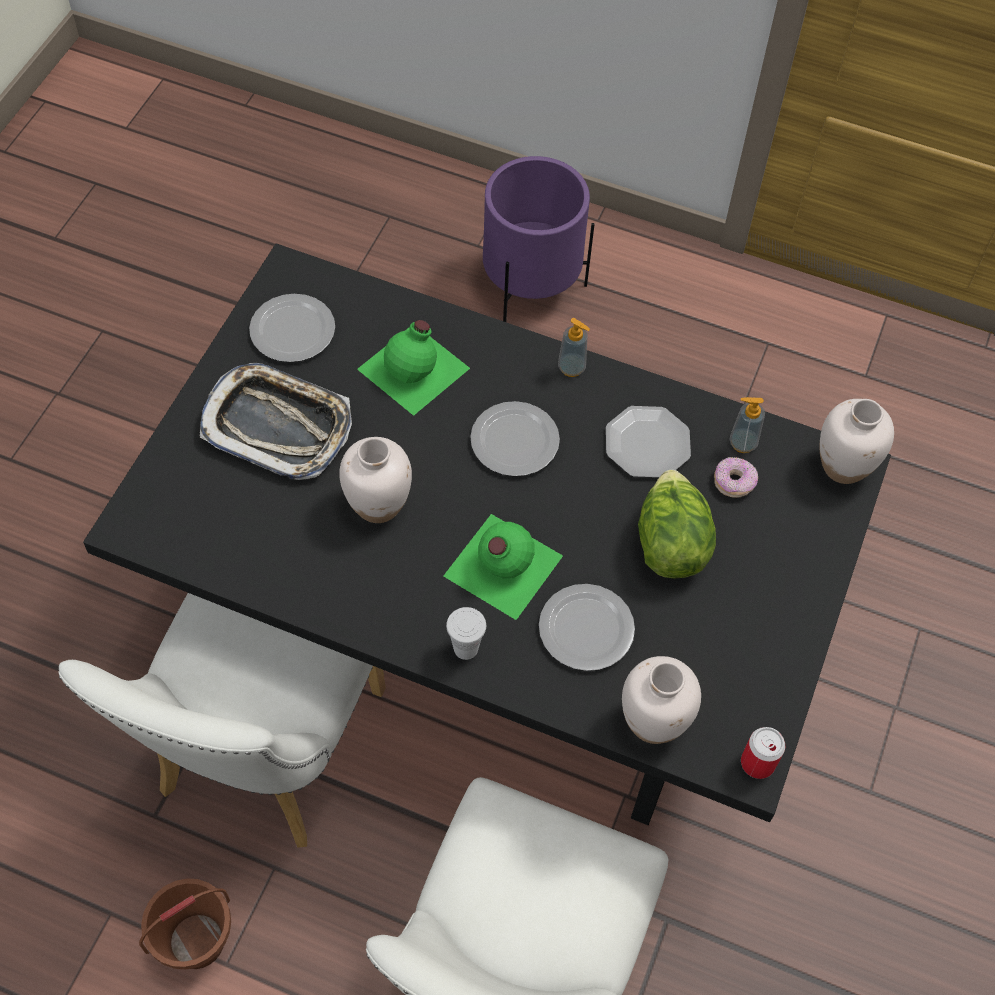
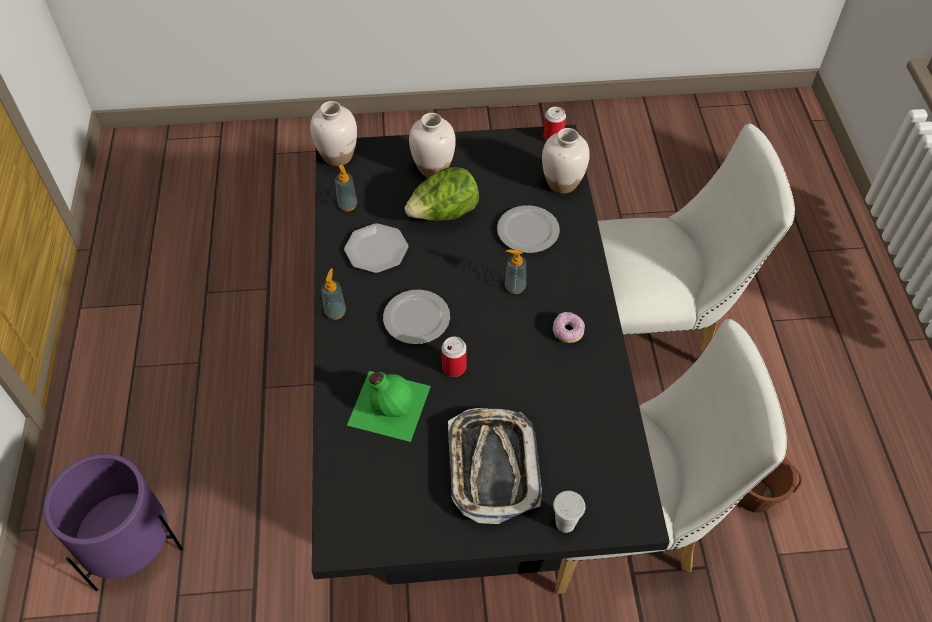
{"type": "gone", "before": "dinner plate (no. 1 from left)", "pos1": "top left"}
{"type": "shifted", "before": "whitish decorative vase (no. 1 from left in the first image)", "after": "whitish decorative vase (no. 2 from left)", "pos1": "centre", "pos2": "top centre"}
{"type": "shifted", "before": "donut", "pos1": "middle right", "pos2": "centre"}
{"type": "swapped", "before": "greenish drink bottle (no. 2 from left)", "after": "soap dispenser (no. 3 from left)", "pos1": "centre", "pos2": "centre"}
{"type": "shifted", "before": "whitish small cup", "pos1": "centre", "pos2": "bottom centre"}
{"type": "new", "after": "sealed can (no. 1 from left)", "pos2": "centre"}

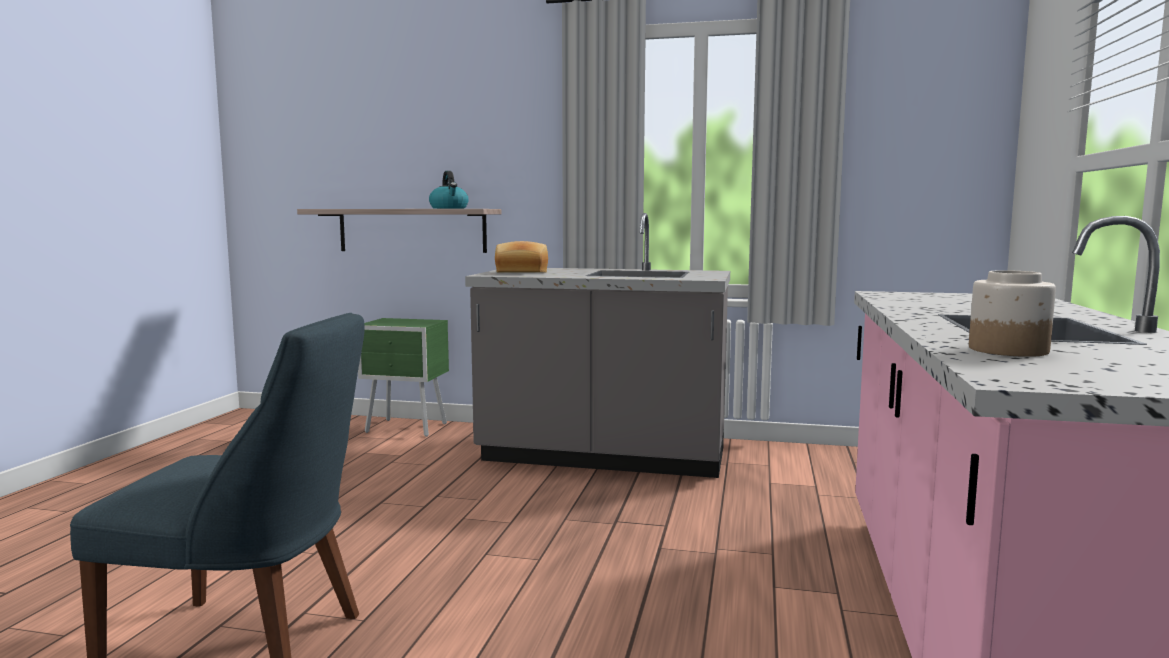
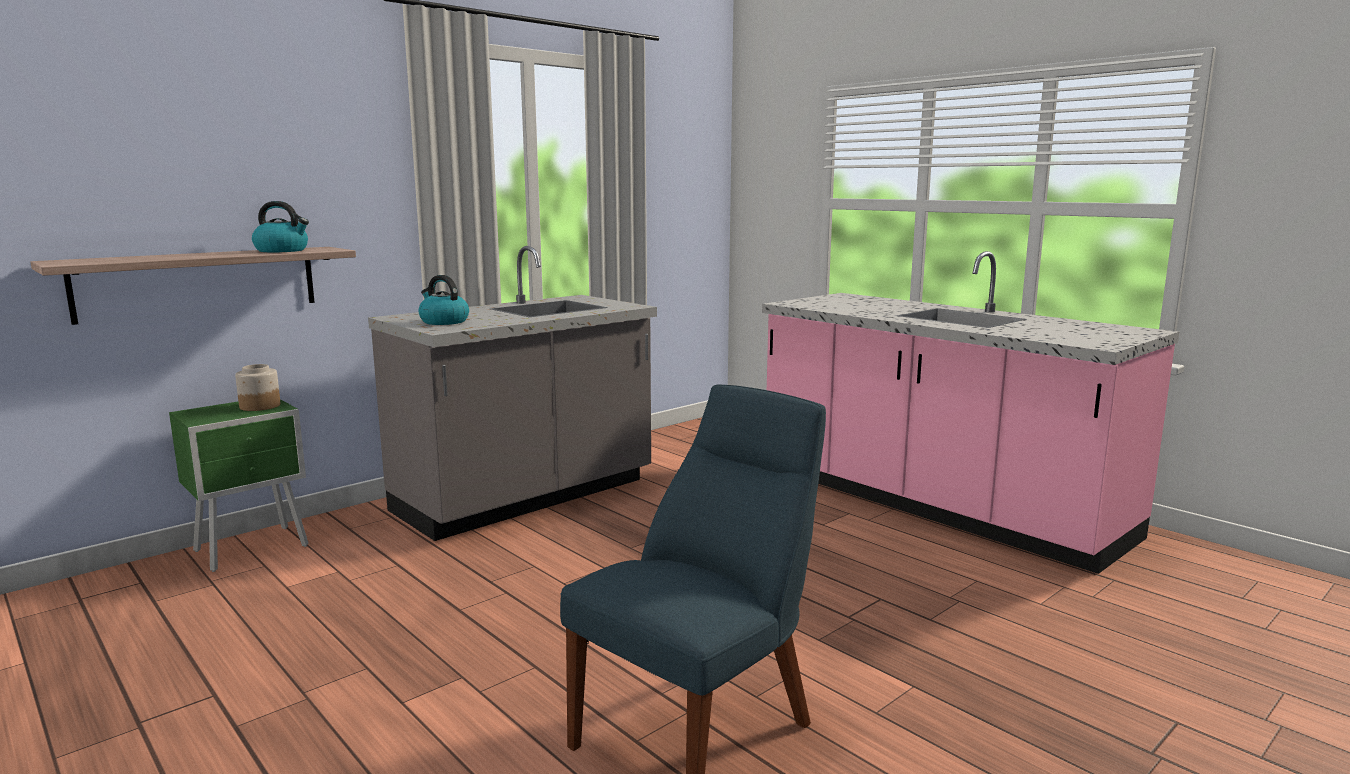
{"type": "swapped", "before": "bakery bread", "after": "tea kettle (no. 2 from left)", "pos1": "centre", "pos2": "middle left"}
{"type": "shifted", "before": "jar", "pos1": "middle right", "pos2": "middle left"}

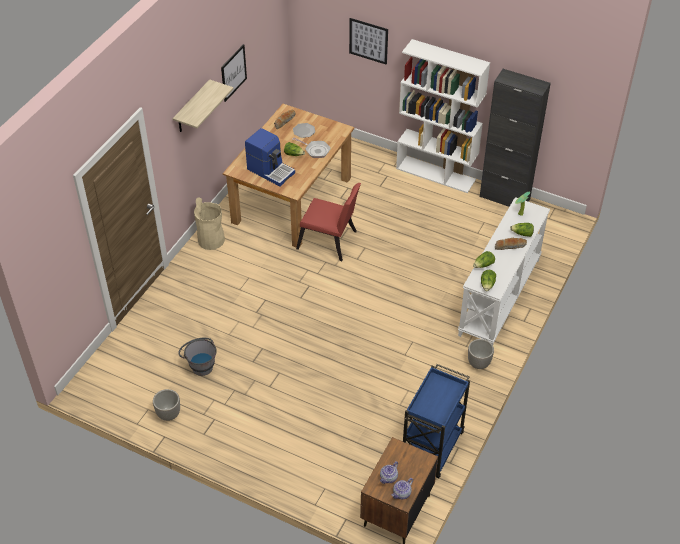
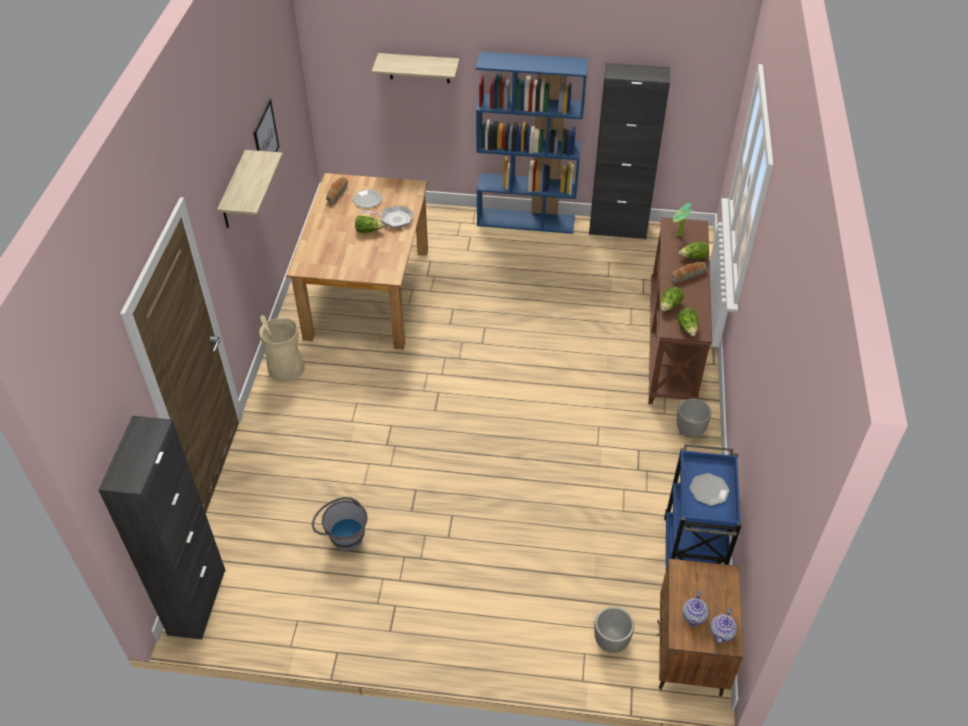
{"type": "swapped", "before": "wall picture (no. 2 from left)", "after": "wall shelf (no. 2 from left)", "pos1": "top centre", "pos2": "top centre"}
{"type": "repainted", "before": "whitish shelving unit", "after": "blue shelving unit", "pos1": "top centre", "pos2": "top centre"}
{"type": "gone", "before": "coffee brewer", "pos1": "top centre"}
{"type": "gone", "before": "reddish upright chair", "pos1": "centre"}
{"type": "repainted", "before": "whitish hall table", "after": "brownish hall table", "pos1": "middle right", "pos2": "middle right"}
{"type": "shifted", "before": "plant pot (no. 1 from left)", "pos1": "bottom left", "pos2": "bottom centre"}
{"type": "new", "after": "black-coloured cabinet (no. 1 from left)", "pos2": "bottom left"}
{"type": "new", "after": "dinner plate (no. 2 from left)", "pos2": "bottom right"}

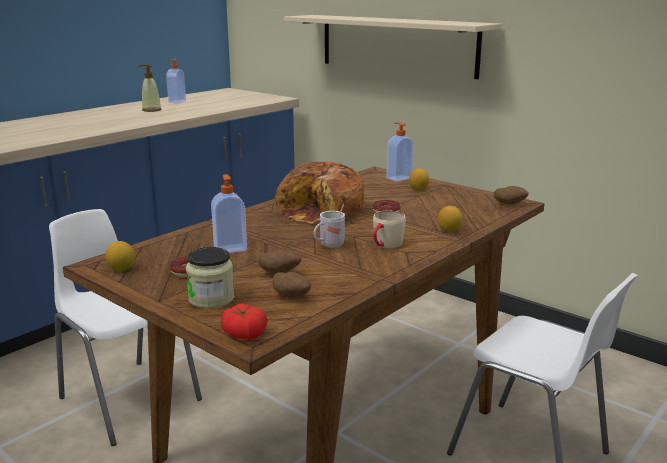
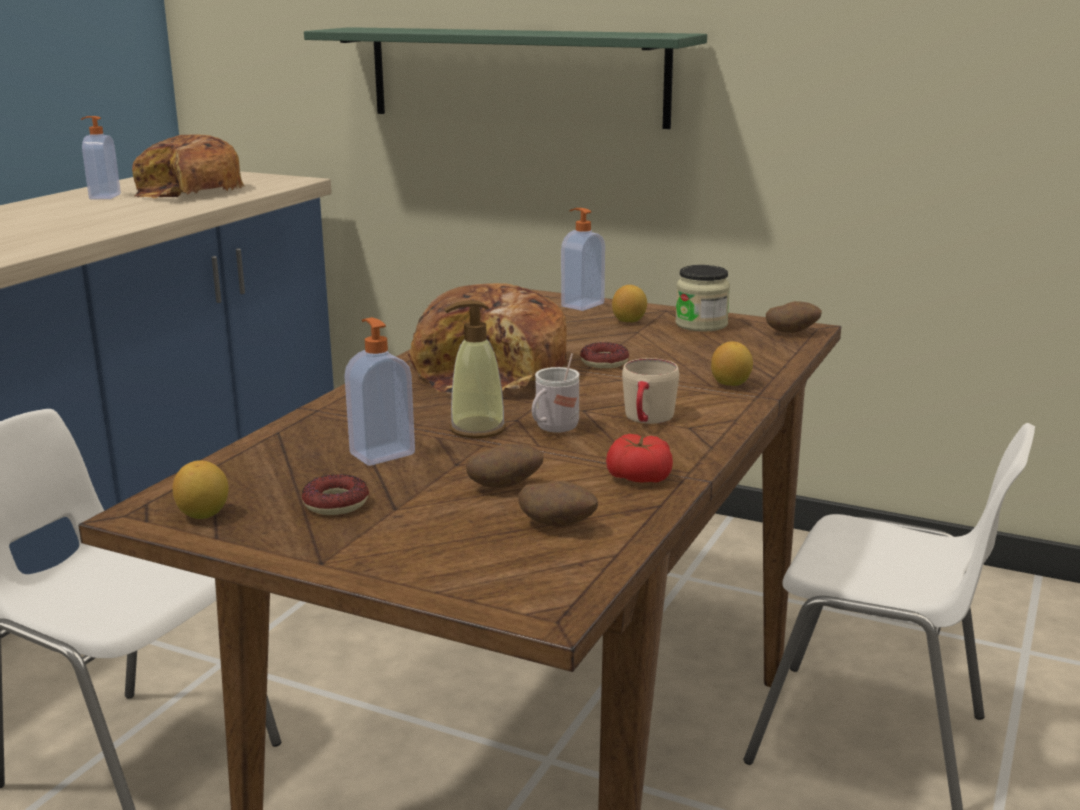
{"type": "repainted", "before": "beige-coloured wall shelf", "after": "greenish wall shelf", "pos1": "top centre", "pos2": "top centre"}
{"type": "shifted", "before": "soap dispenser (no. 1 from left in the first image)", "after": "soap dispenser (no. 3 from left)", "pos1": "top left", "pos2": "centre"}
{"type": "shifted", "before": "jar", "pos1": "middle left", "pos2": "centre"}
{"type": "shifted", "before": "tomato", "pos1": "bottom centre", "pos2": "centre"}
{"type": "new", "after": "bakery bread (no. 1 from left)", "pos2": "top left"}

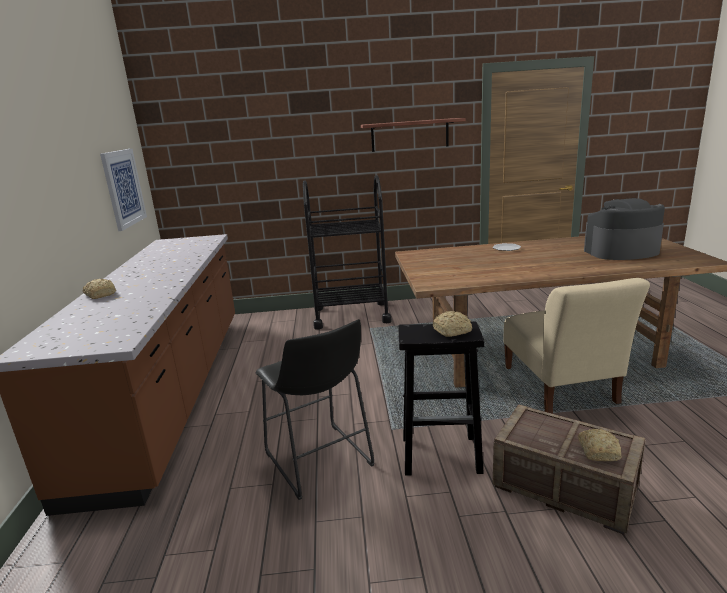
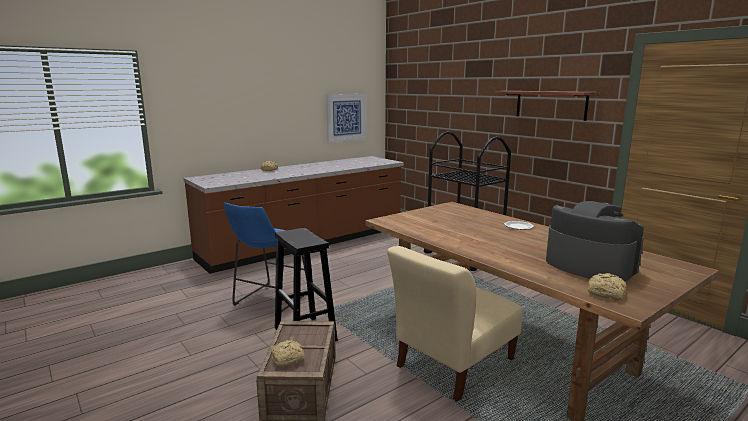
{"type": "shifted", "before": "bakery bread (no. 2 from left in the first image)", "after": "bakery bread (no. 3 from left)", "pos1": "centre", "pos2": "bottom right"}
{"type": "repainted", "before": "black-coloured sitting stool (no. 1 from left)", "after": "blue sitting stool", "pos1": "bottom centre", "pos2": "centre"}

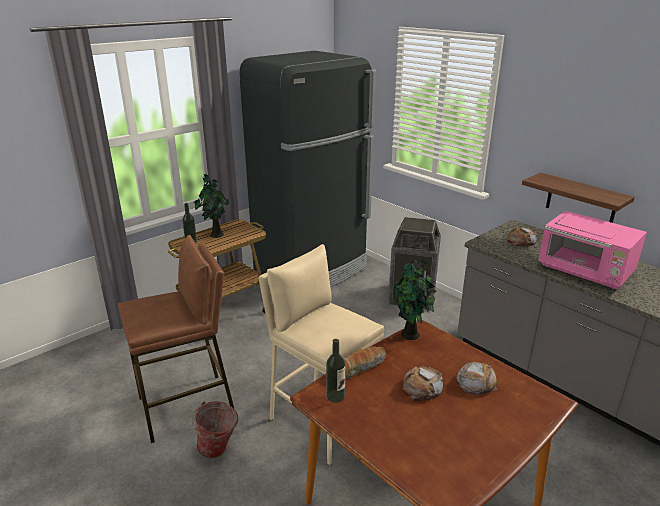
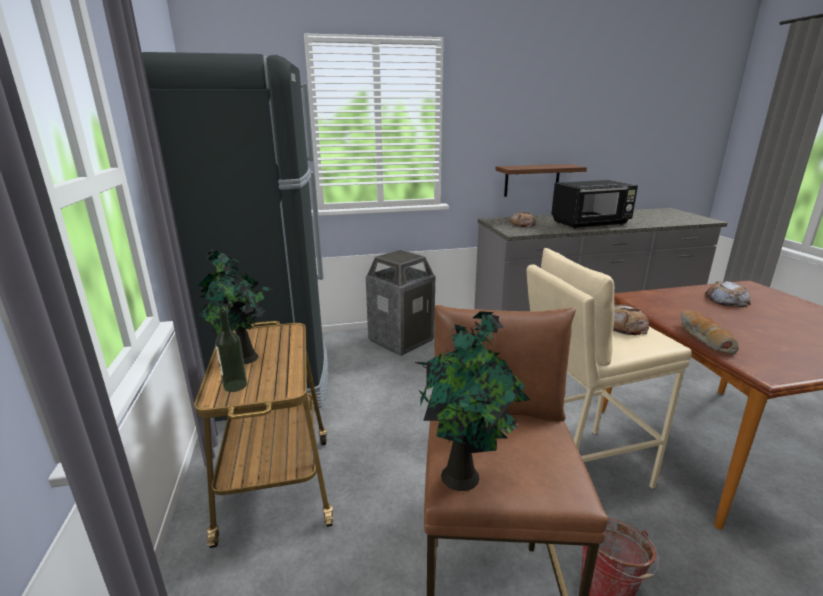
{"type": "repainted", "before": "pink microwave oven", "after": "black-coloured microwave oven", "pos1": "middle right", "pos2": "middle right"}
{"type": "shifted", "before": "houseplant (no. 2 from left)", "pos1": "centre", "pos2": "bottom centre"}
{"type": "gone", "before": "drink bottle (no. 2 from left)", "pos1": "bottom centre"}
{"type": "shifted", "before": "bakery bread (no. 2 from left)", "pos1": "bottom centre", "pos2": "middle right"}

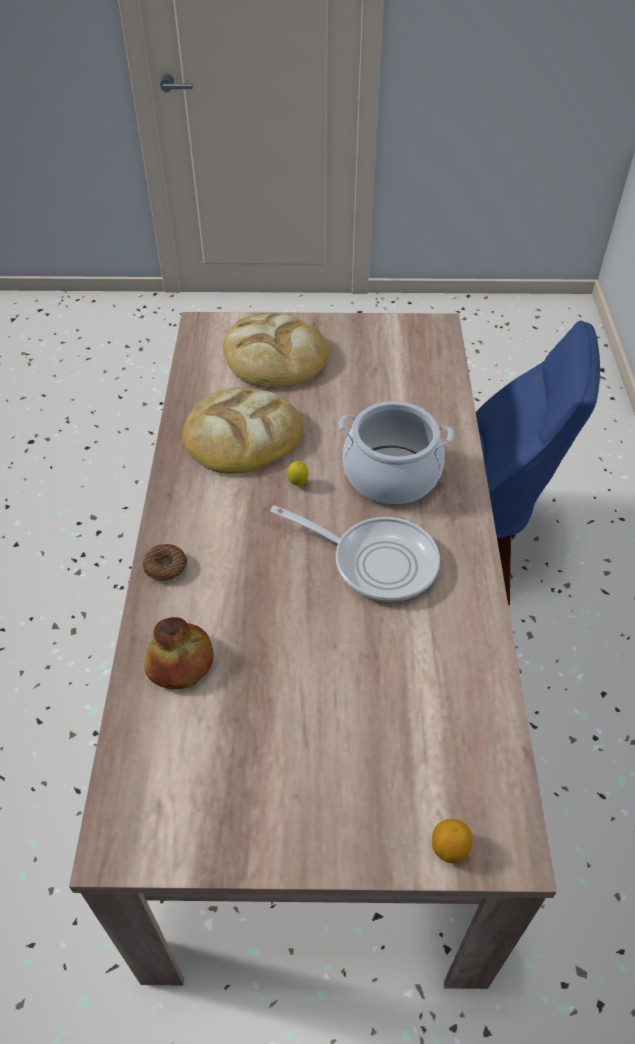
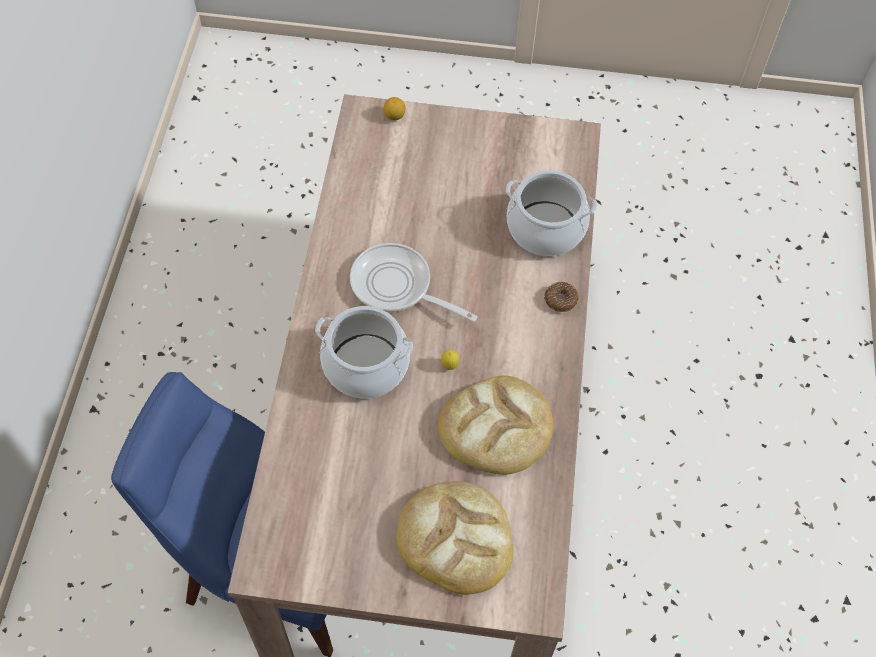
{"type": "swapped", "before": "bakery bread (no. 1 from left)", "after": "cooking pot (no. 2 from left)", "pos1": "middle left", "pos2": "top centre"}

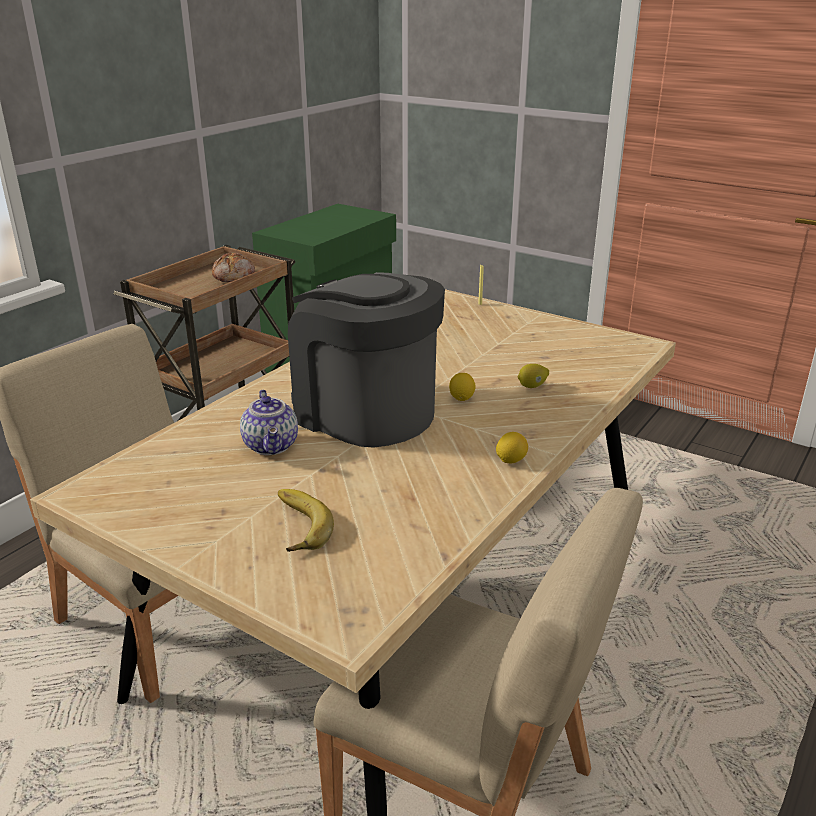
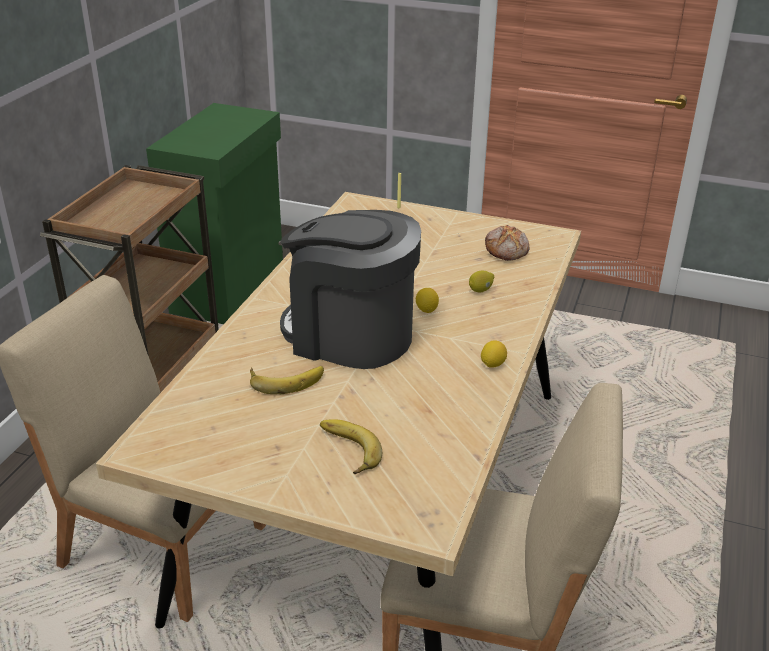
{"type": "shifted", "before": "bakery bread", "pos1": "top left", "pos2": "centre"}
{"type": "swapped", "before": "pot for tea", "after": "whole banana (no. 1 from left)", "pos1": "middle left", "pos2": "centre"}

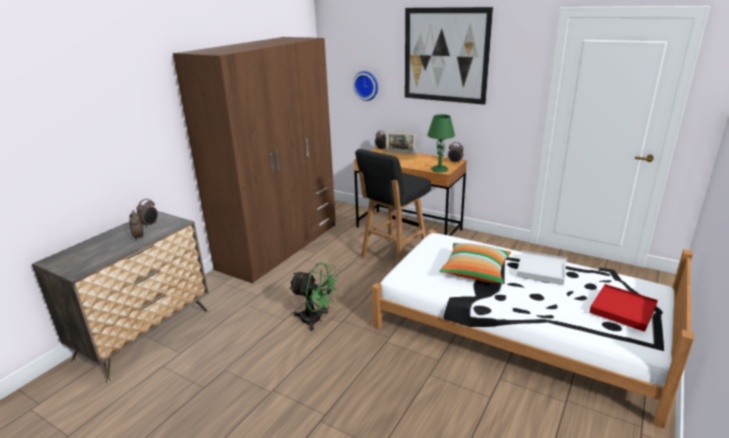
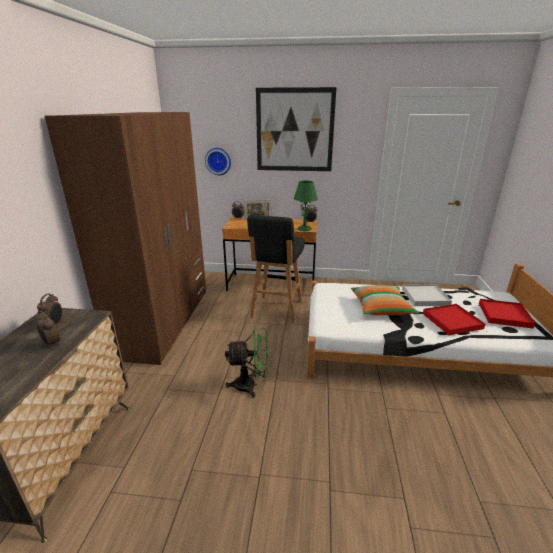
{"type": "new", "after": "reddish carrying tray (no. 1 from left)", "pos2": "middle right"}

